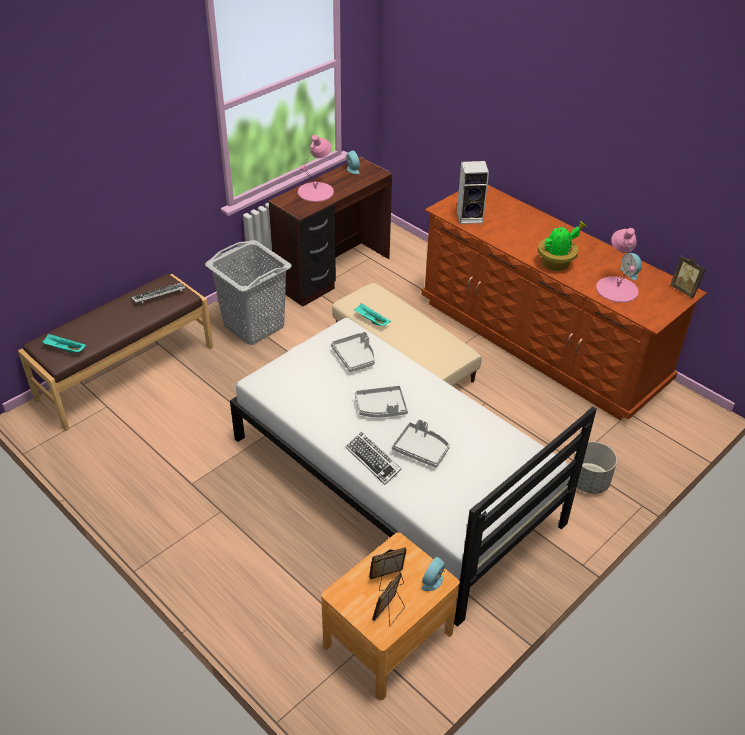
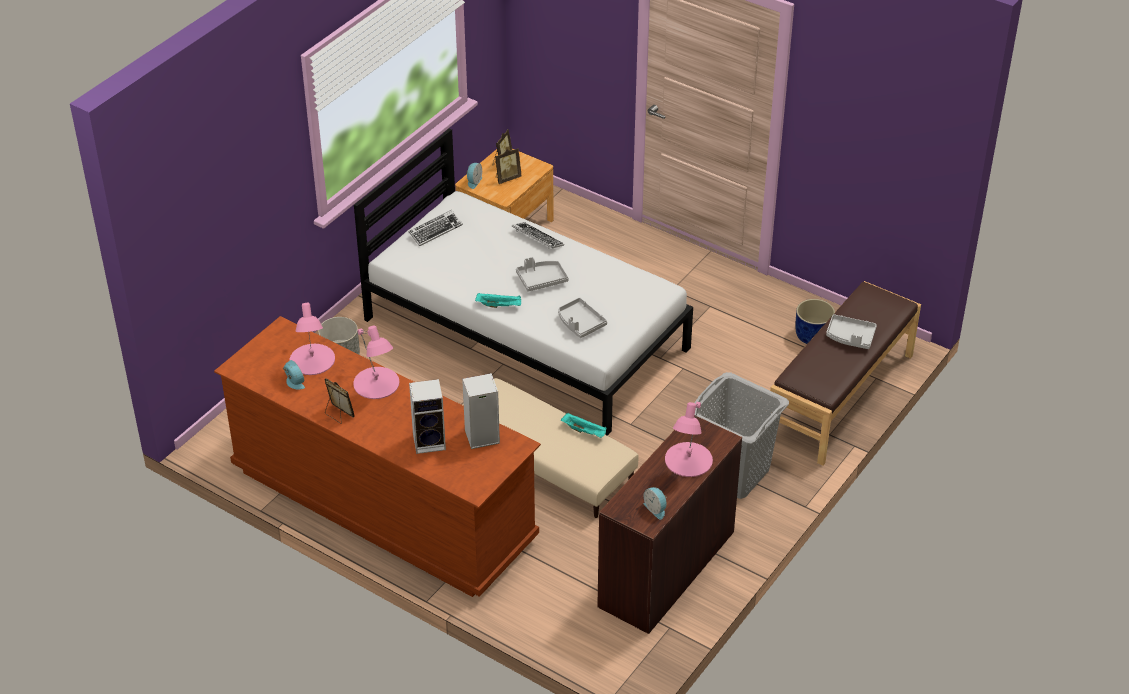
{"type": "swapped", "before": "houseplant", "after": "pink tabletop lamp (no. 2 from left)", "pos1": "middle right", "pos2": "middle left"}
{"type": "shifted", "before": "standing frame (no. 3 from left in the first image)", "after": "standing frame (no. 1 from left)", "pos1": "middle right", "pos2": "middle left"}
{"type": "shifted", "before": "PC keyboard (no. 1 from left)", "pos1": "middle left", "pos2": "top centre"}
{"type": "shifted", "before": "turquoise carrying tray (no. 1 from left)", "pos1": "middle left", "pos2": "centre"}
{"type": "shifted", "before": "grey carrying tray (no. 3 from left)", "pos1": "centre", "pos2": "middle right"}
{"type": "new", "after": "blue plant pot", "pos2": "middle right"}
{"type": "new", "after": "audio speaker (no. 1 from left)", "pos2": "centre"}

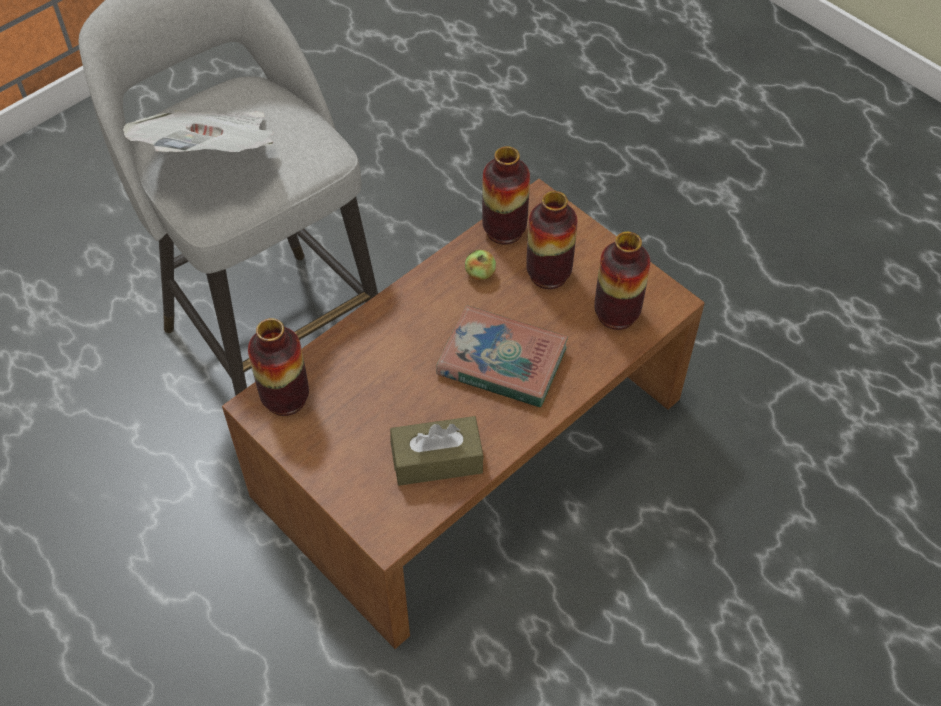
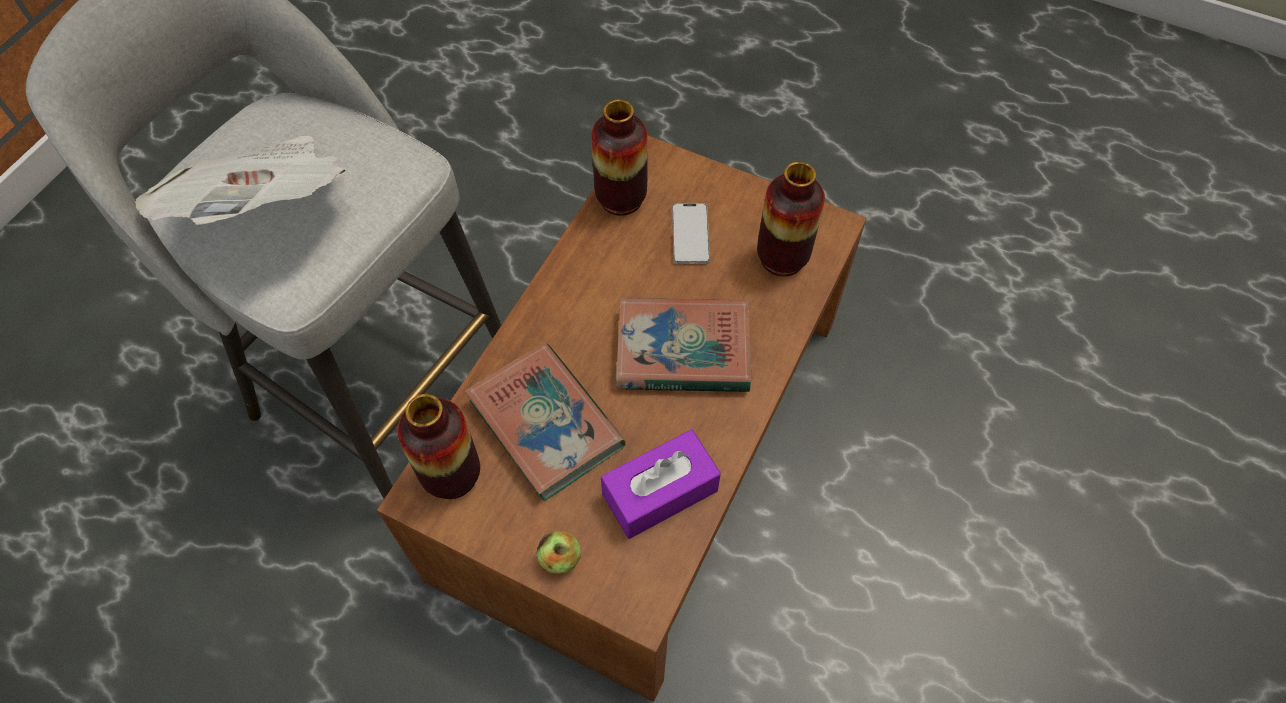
{"type": "swapped", "before": "decorative vase (no. 3 from left)", "after": "handset", "pos1": "centre", "pos2": "top centre"}
{"type": "shifted", "before": "whole apple", "pos1": "centre", "pos2": "bottom centre"}
{"type": "repainted", "before": "brownish tissue holder", "after": "purplish tissue holder", "pos1": "centre", "pos2": "bottom centre"}
{"type": "new", "after": "volume (no. 1 from left)", "pos2": "centre"}

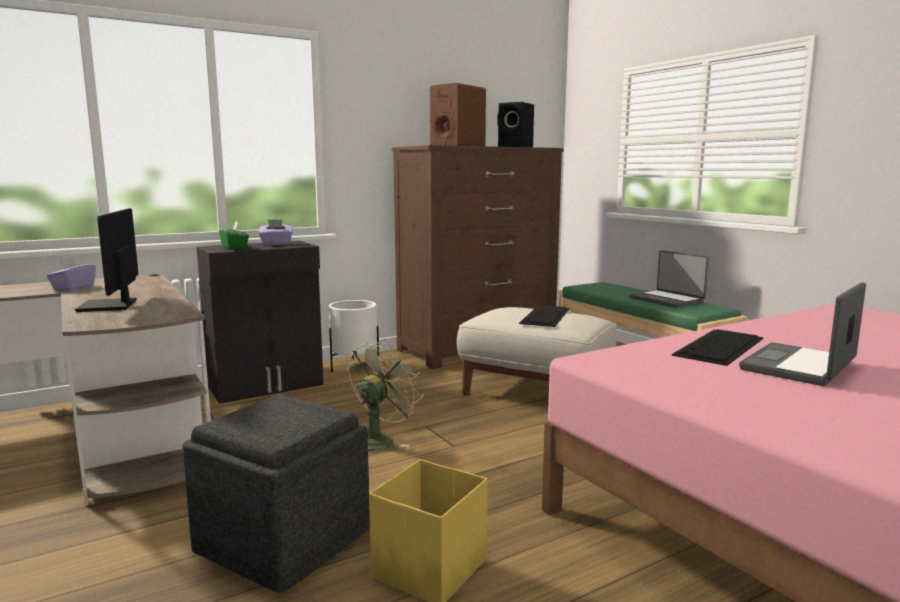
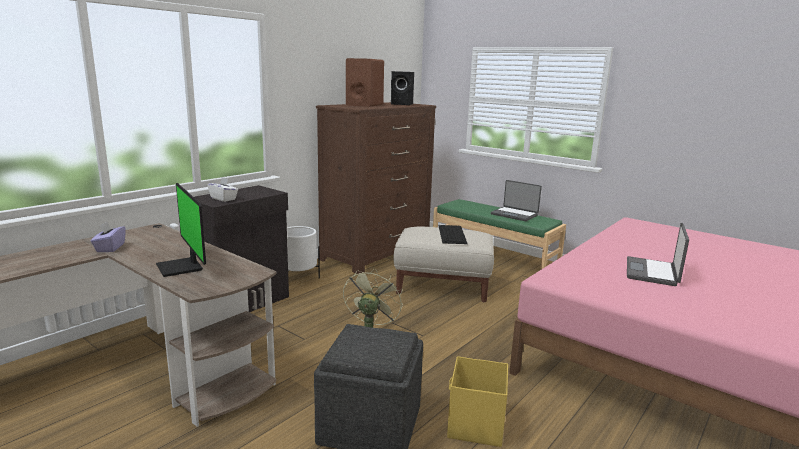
{"type": "gone", "before": "purplish tissue holder (no. 2 from left)", "pos1": "middle left"}
{"type": "repainted", "before": "greenish tissue holder", "after": "whitish tissue holder", "pos1": "middle left", "pos2": "middle left"}
{"type": "gone", "before": "PC keyboard (no. 2 from left)", "pos1": "middle right"}

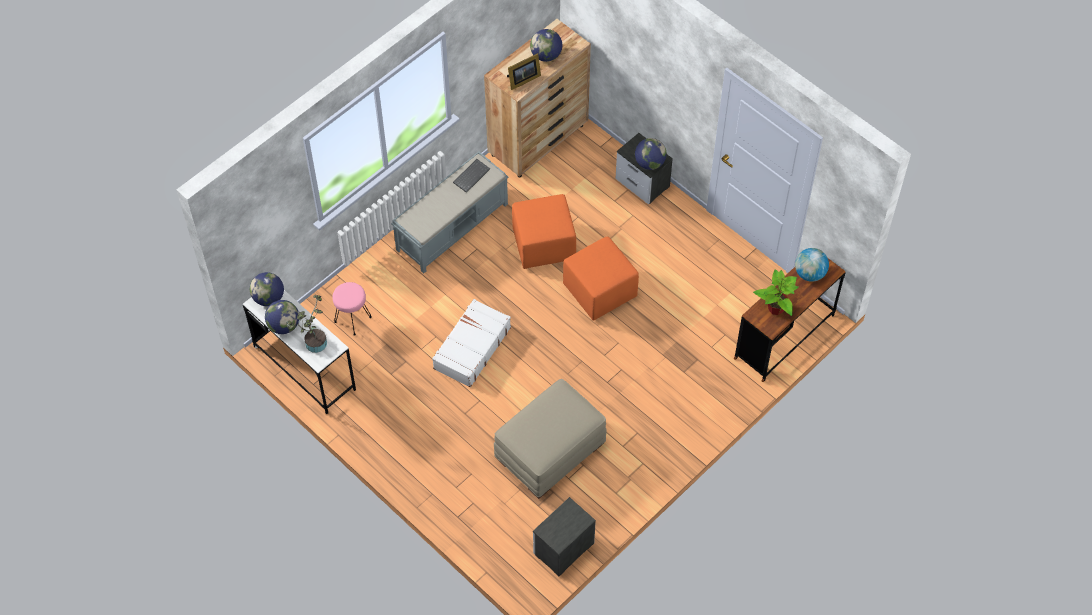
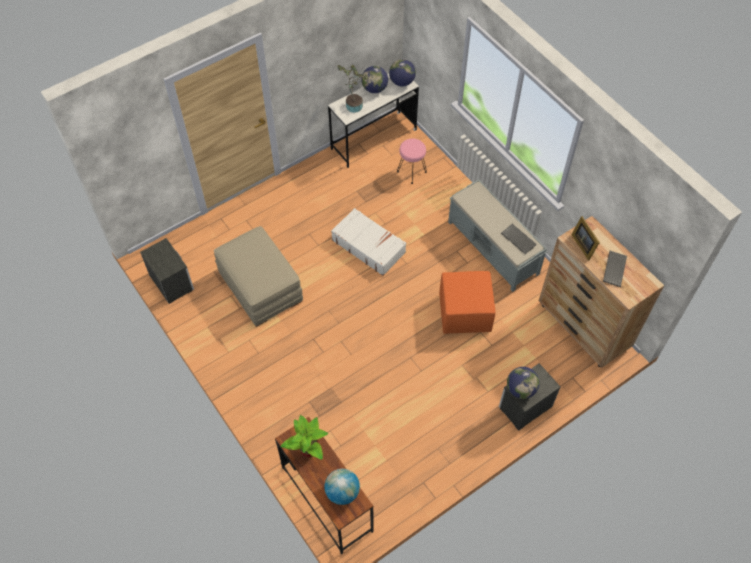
{"type": "swapped", "before": "world globe (no. 3 from left)", "after": "PC keyboard (no. 2 from left)", "pos1": "top centre", "pos2": "middle right"}
{"type": "gone", "before": "orange-coloured pouffe (no. 2 from left)", "pos1": "centre"}

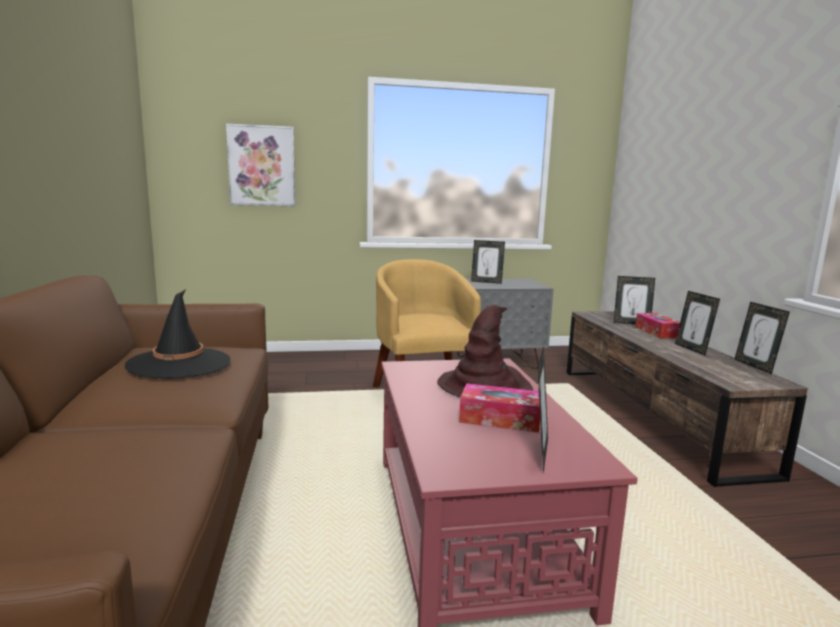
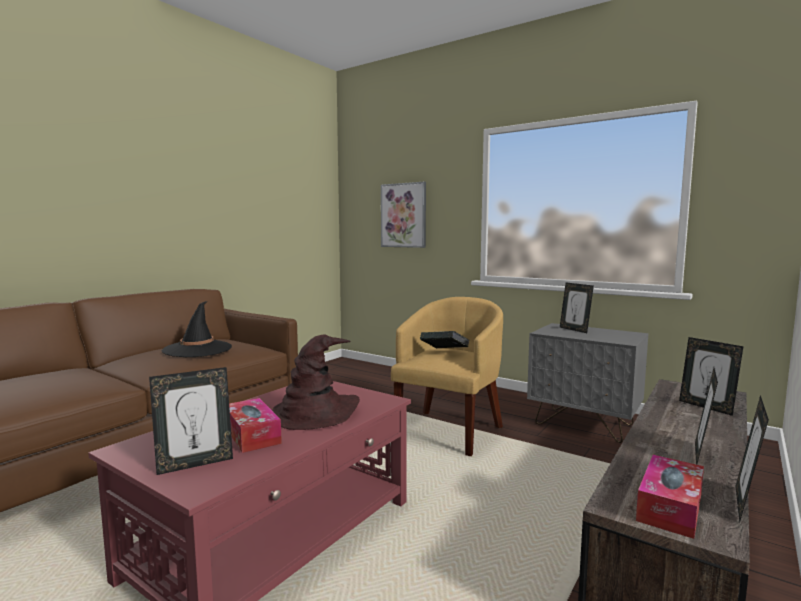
{"type": "shifted", "before": "tissue holder (no. 2 from left)", "pos1": "middle right", "pos2": "bottom right"}
{"type": "new", "after": "volume", "pos2": "centre"}

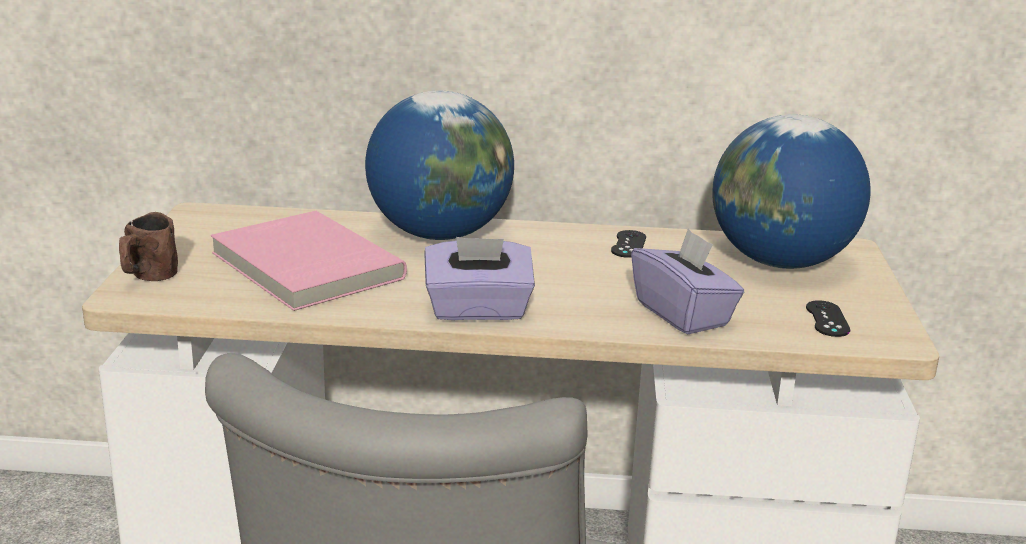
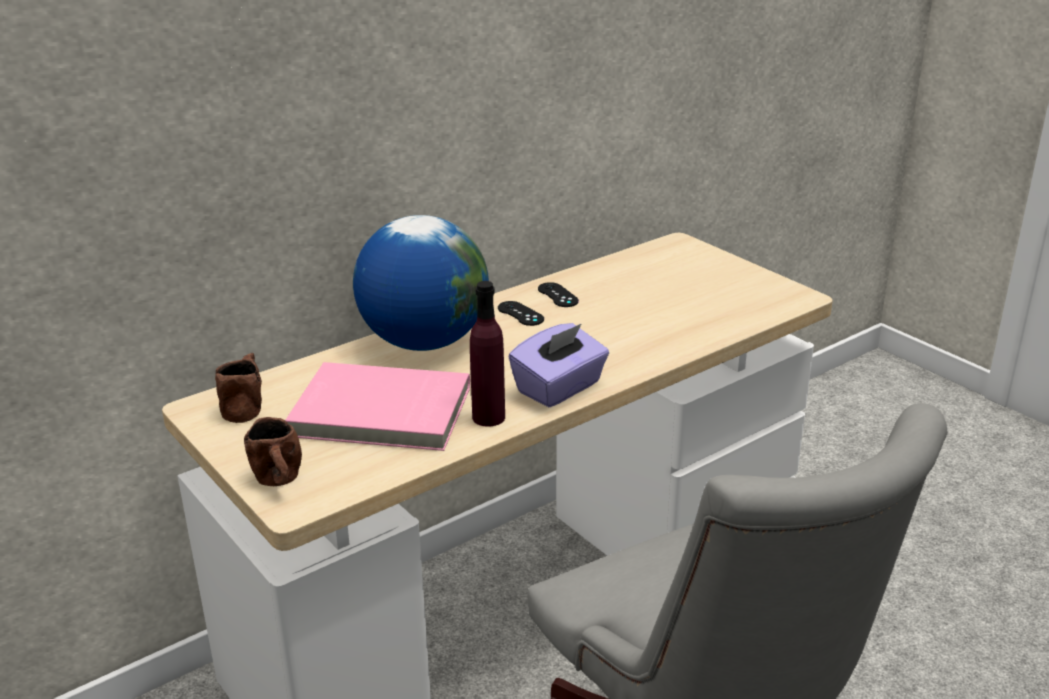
{"type": "gone", "before": "world globe (no. 2 from left)", "pos1": "middle right"}
{"type": "gone", "before": "purplish tissue holder (no. 2 from left)", "pos1": "middle right"}
{"type": "shifted", "before": "black-coloured joypad (no. 2 from left in the first image)", "after": "black-coloured joypad (no. 1 from left)", "pos1": "middle right", "pos2": "centre"}
{"type": "new", "after": "purplish drink bottle", "pos2": "centre"}
{"type": "new", "after": "brownish tea mug (no. 1 from left)", "pos2": "middle left"}

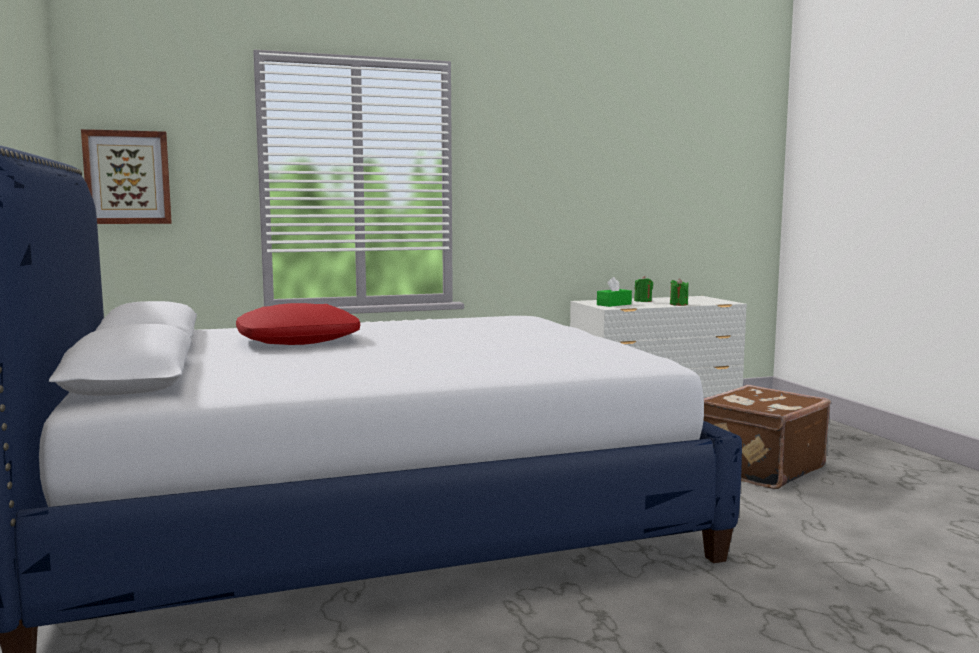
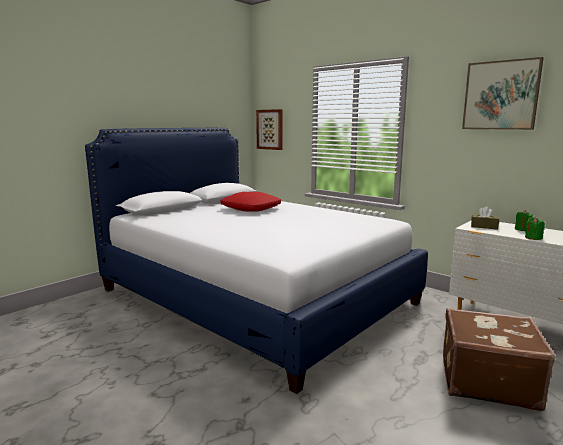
{"type": "repainted", "before": "greenish tissue holder", "after": "brownish tissue holder", "pos1": "centre", "pos2": "middle right"}
{"type": "new", "after": "wall picture (no. 2 from left)", "pos2": "top right"}

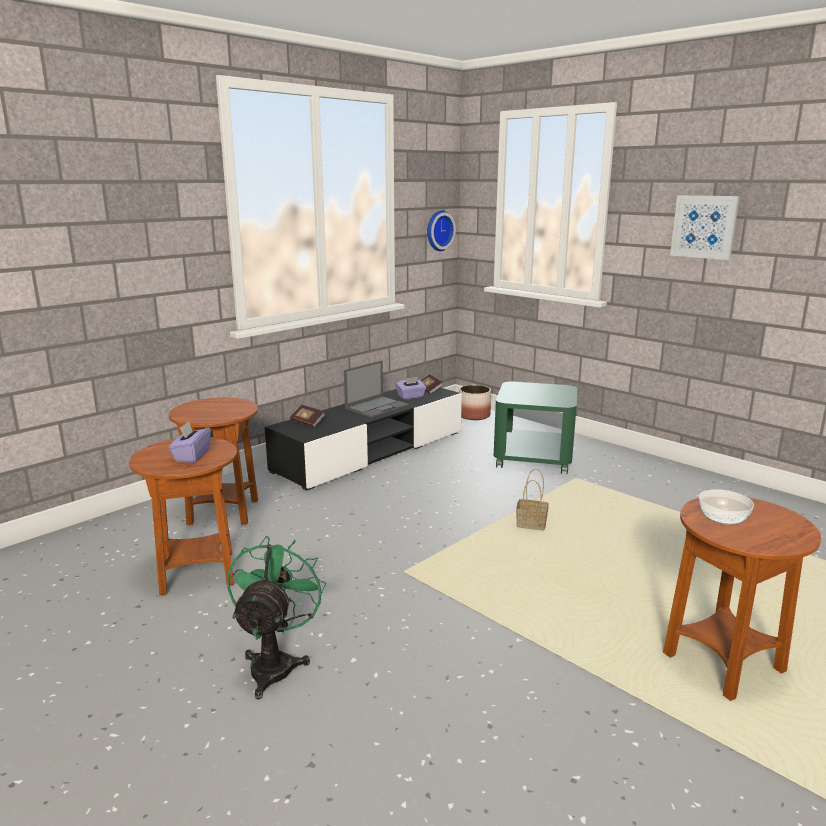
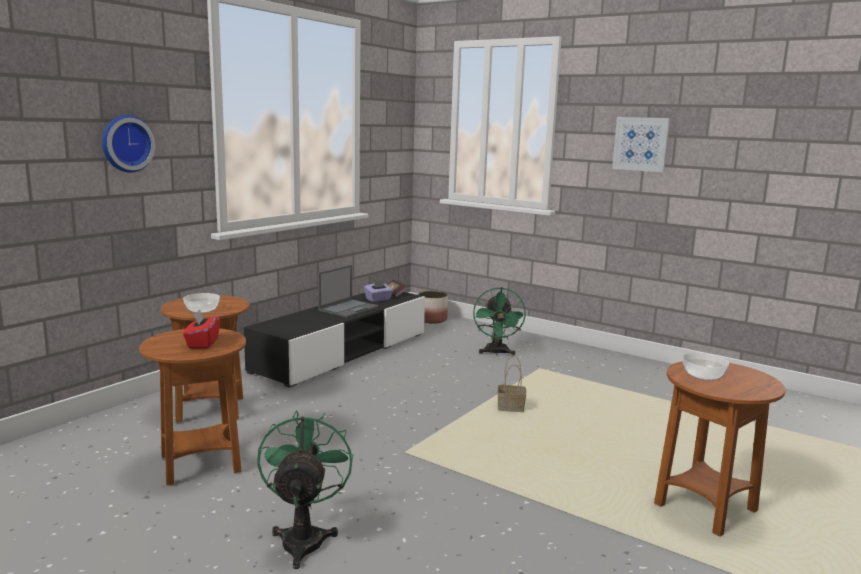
{"type": "shifted", "before": "hanging clock", "pos1": "top centre", "pos2": "top left"}
{"type": "swapped", "before": "greenish end table", "after": "greenish cooling fan (no. 2 from left)", "pos1": "centre", "pos2": "centre"}
{"type": "gone", "before": "volume (no. 1 from left)", "pos1": "centre"}
{"type": "repainted", "before": "purplish tissue holder (no. 1 from left)", "after": "reddish tissue holder", "pos1": "middle left", "pos2": "middle left"}
{"type": "new", "after": "serving bowl (no. 1 from left)", "pos2": "middle left"}

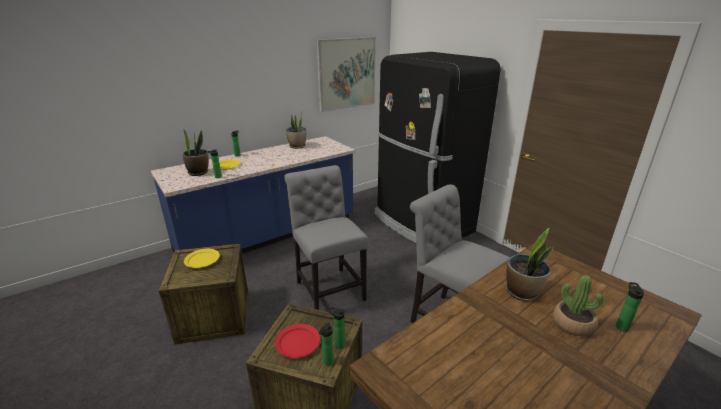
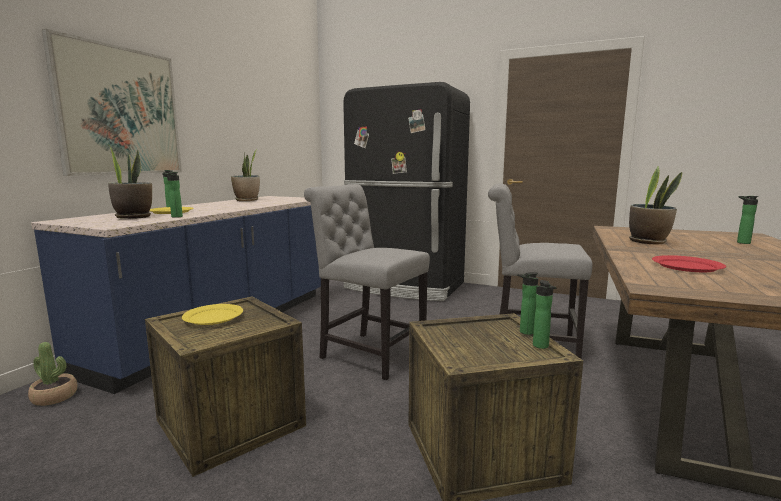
{"type": "shifted", "before": "wall picture", "pos1": "top centre", "pos2": "top left"}
{"type": "shifted", "before": "houseplant (no. 4 from left in the first image)", "after": "houseplant (no. 1 from left)", "pos1": "bottom right", "pos2": "bottom left"}
{"type": "shifted", "before": "reddish dinner plate", "pos1": "bottom centre", "pos2": "middle right"}

